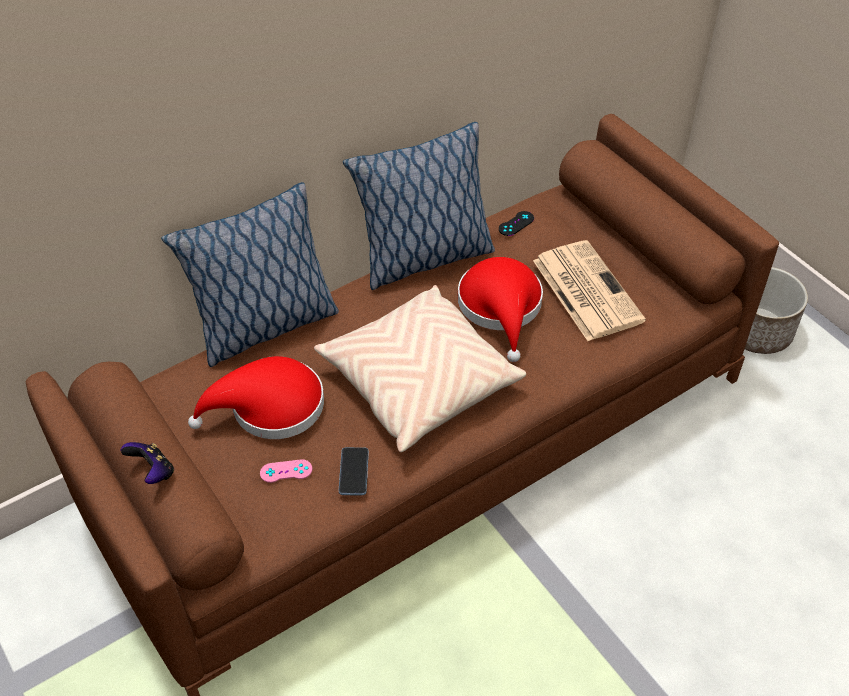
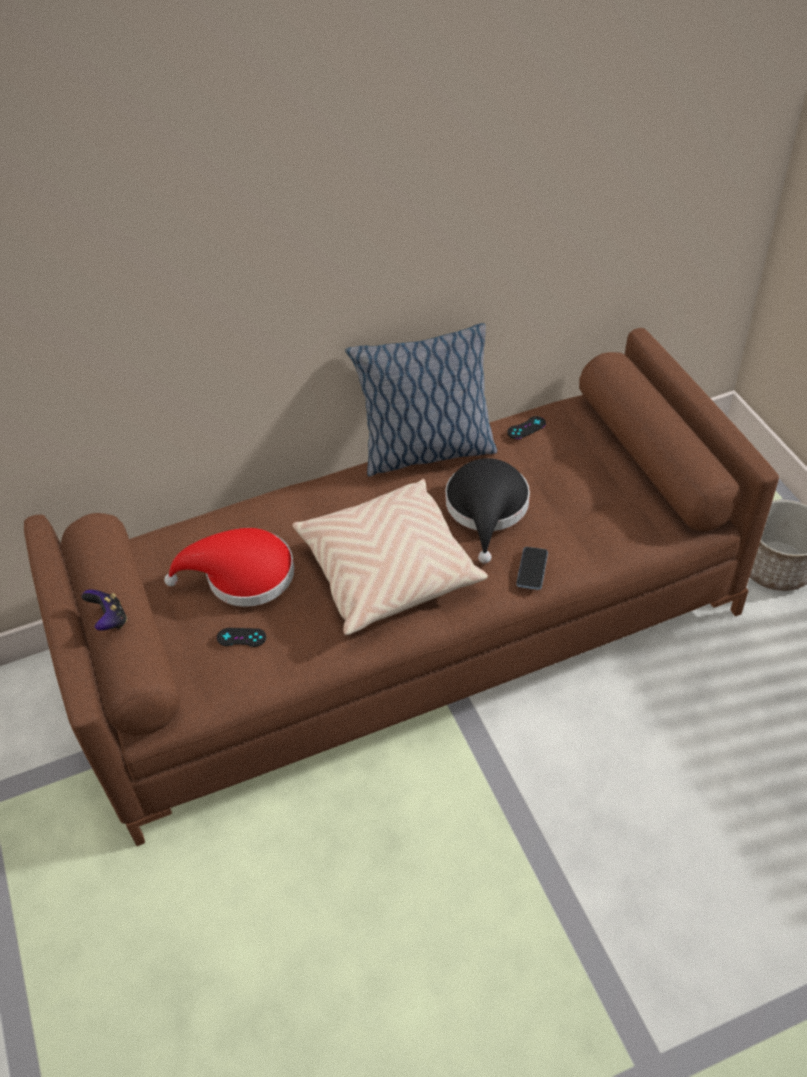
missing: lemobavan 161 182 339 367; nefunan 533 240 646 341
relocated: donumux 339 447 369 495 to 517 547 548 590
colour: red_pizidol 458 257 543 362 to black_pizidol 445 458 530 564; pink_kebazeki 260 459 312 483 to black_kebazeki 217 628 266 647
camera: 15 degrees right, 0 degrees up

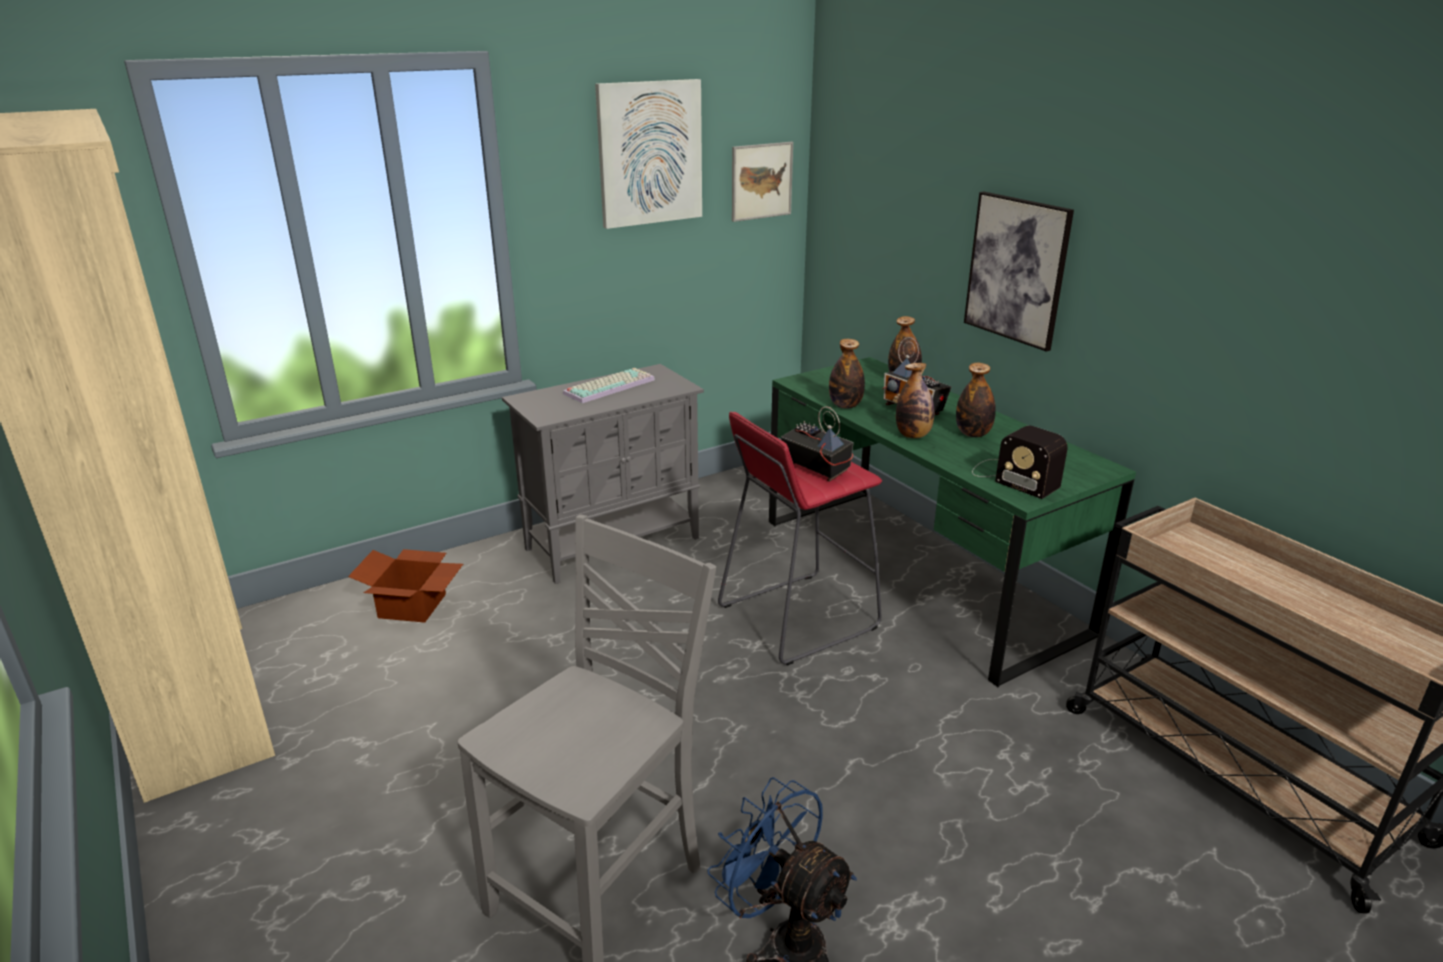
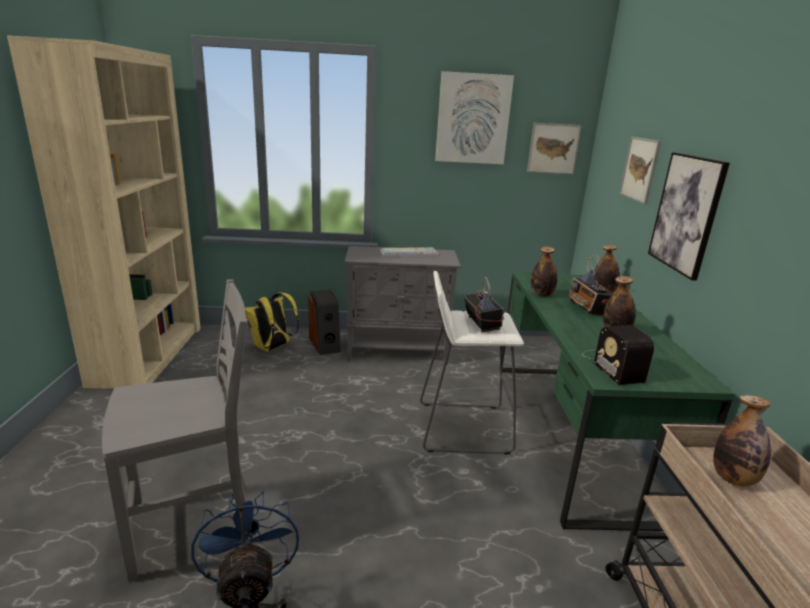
appeared: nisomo 619 137 662 204; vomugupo 308 290 341 355
relocated: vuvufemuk 896 363 934 438 to 713 395 771 486
exchanged: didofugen 348 549 463 623 to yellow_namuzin 245 292 299 352
colour: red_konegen 718 412 882 666 to white_konegen 420 271 524 455
camera: 30 degrees right, 5 degrees down

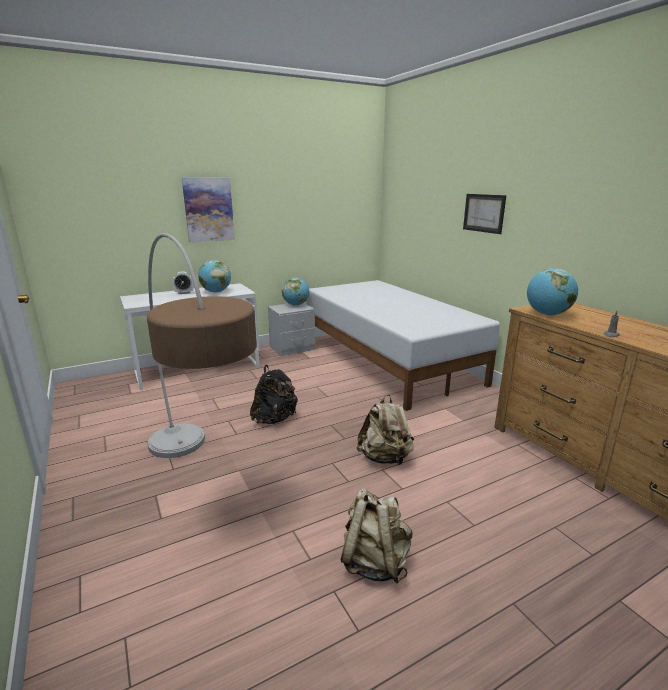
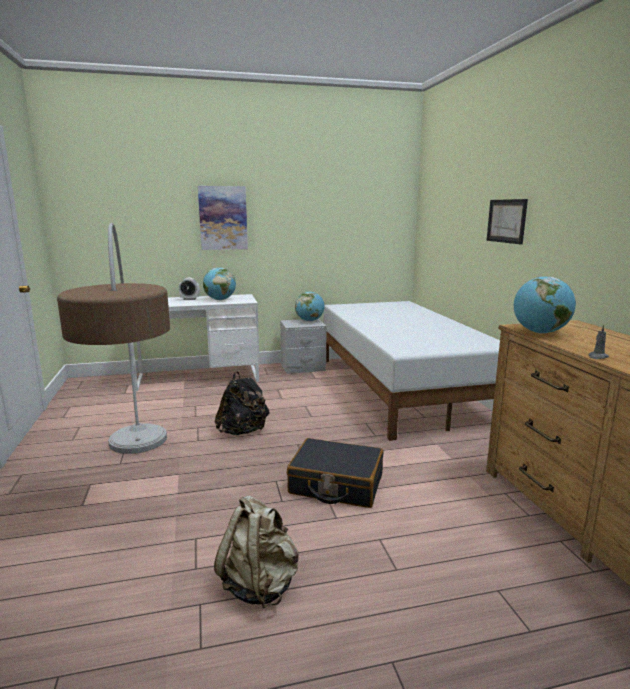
exchanged: beige_namuzin 357 395 414 465 to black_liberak 287 438 383 508
camera: 15 degrees right, 5 degrees down

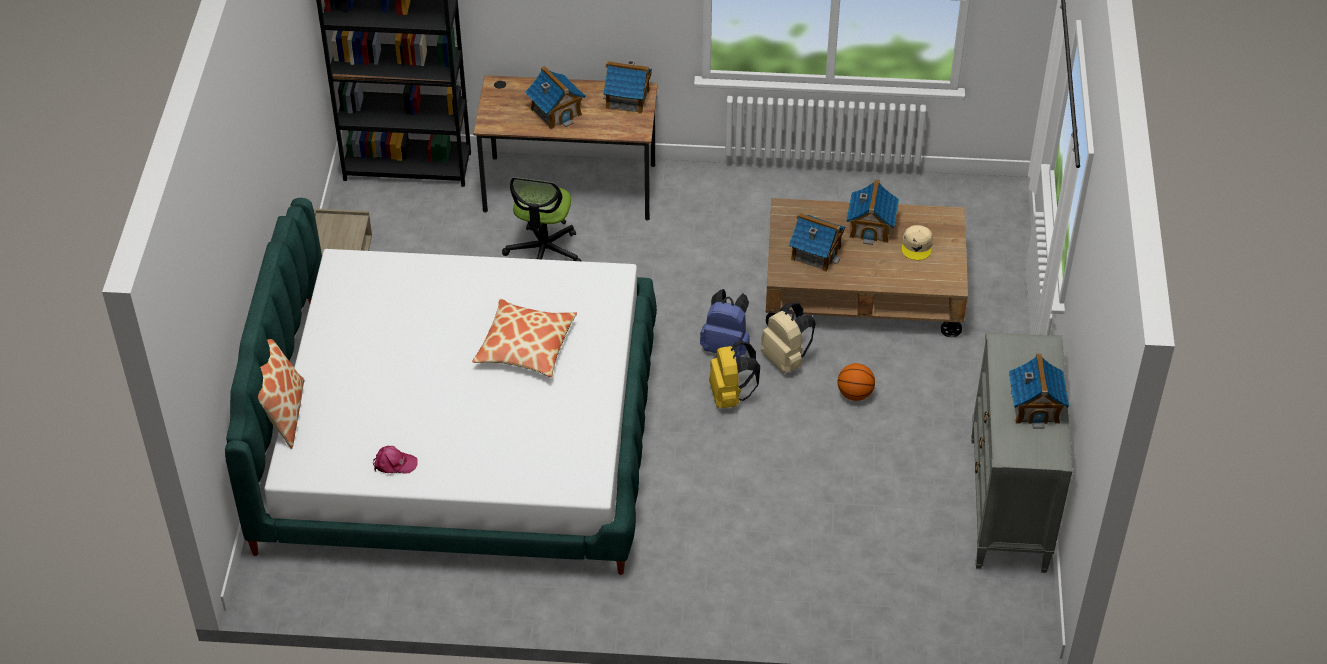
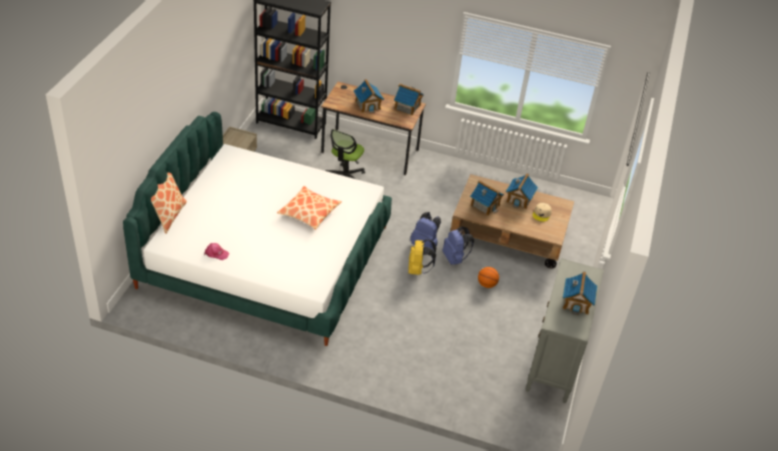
colour: beige_namuzin 761 303 816 373 to blue_namuzin 442 226 474 265
camera: 10 degrees right, 5 degrees down

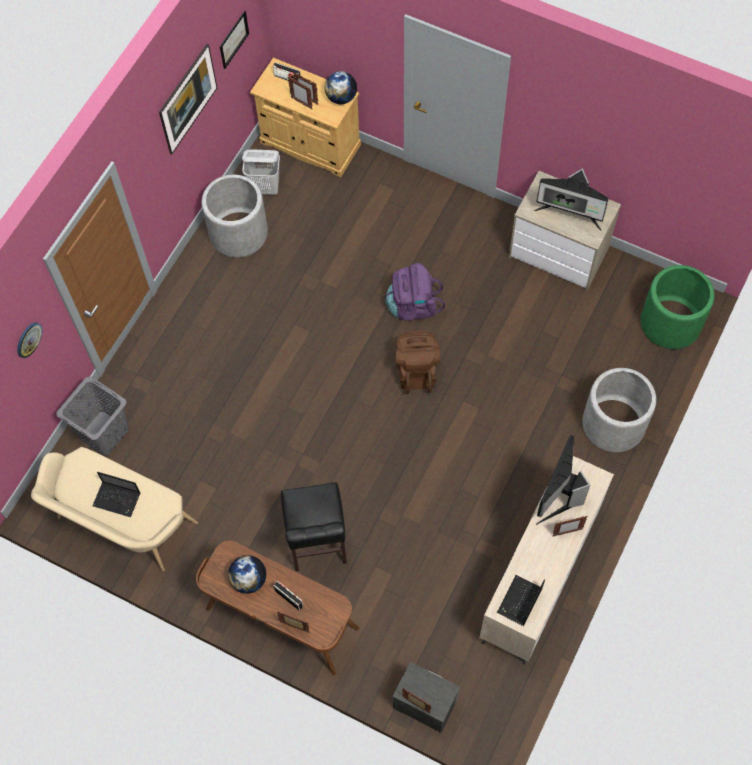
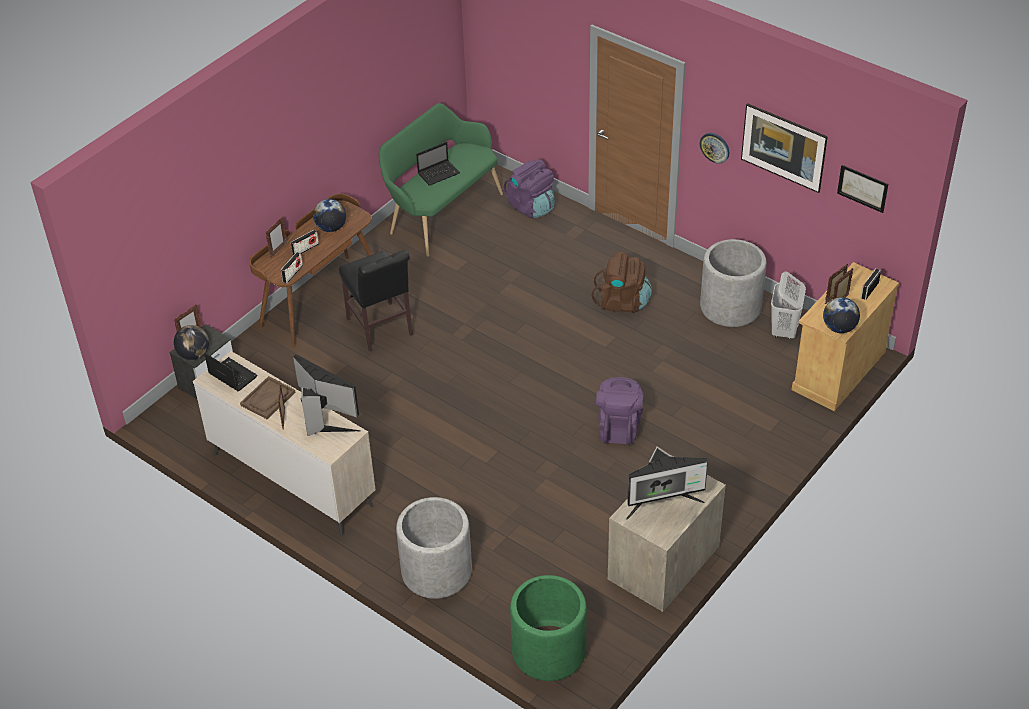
appeared: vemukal 281 252 303 283; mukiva 174 325 209 360; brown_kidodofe 240 376 295 419
relocated: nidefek 17 323 42 358 to 700 133 729 164; brown_namuzin 396 331 440 394 to 592 252 652 313
exchanged: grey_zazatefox 56 377 129 456 to purple_namuzin 504 159 555 218
colour: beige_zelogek 31 447 198 572 to green_zelogek 379 103 503 257
spun: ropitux 534 168 609 231 = 626 446 708 520 135 degrees counterclockwise; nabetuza 93 472 140 517 = 416 142 460 186 150 degrees counterclockwise; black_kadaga 281 482 347 571 = 339 250 413 351 120 degrees counterclockwise
camera: 100 degrees right, 20 degrees down

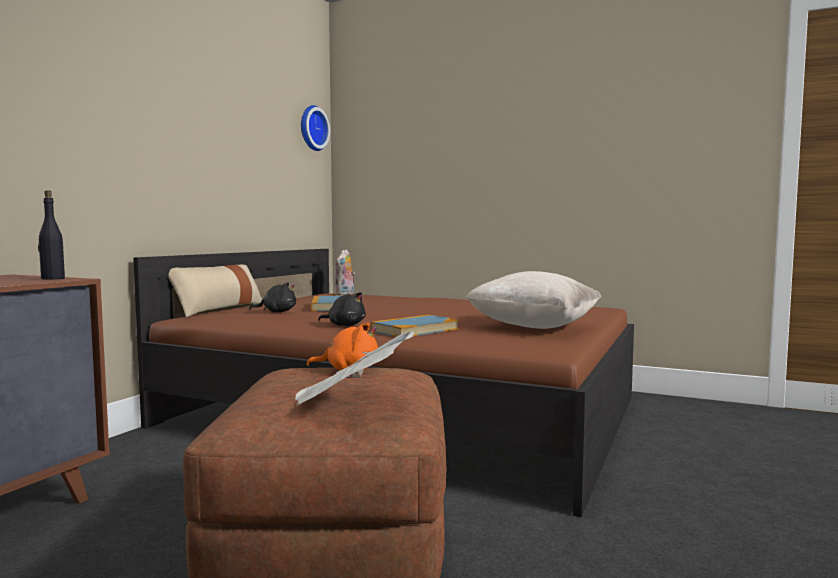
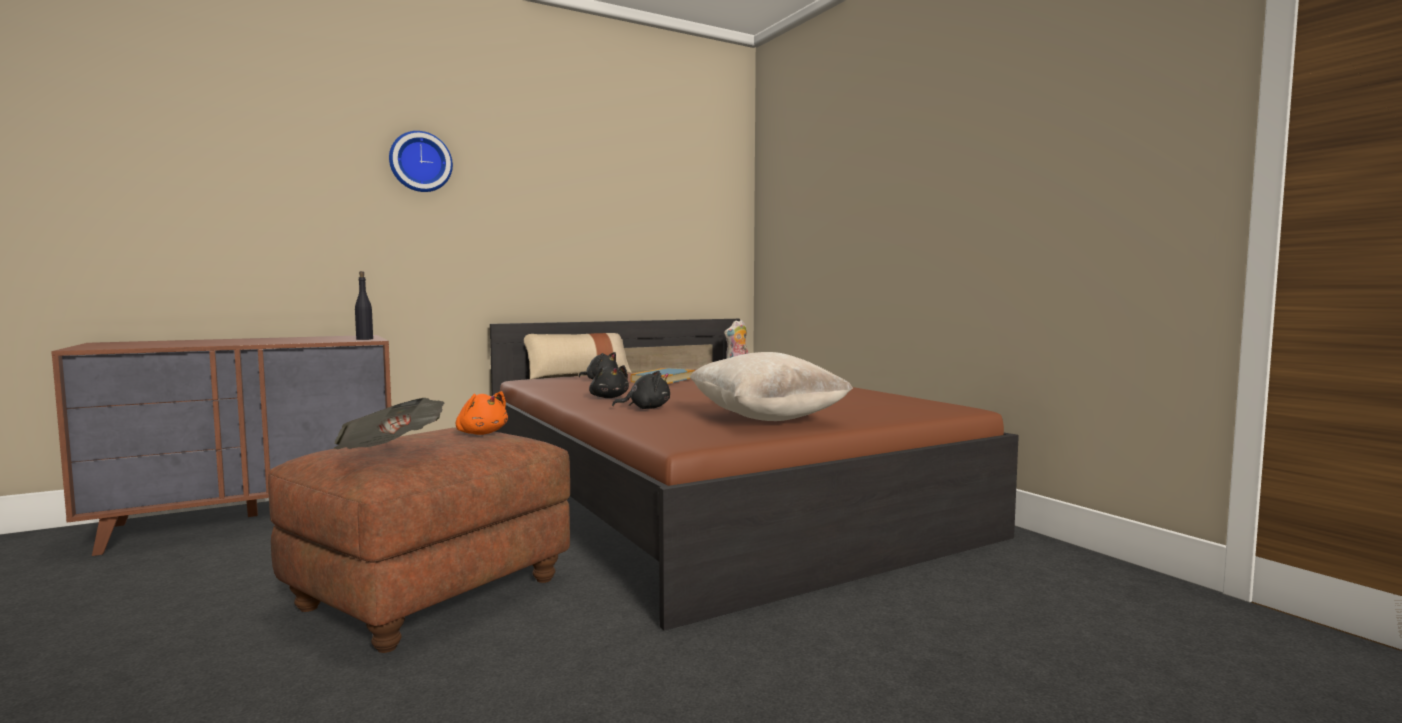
relocated: nidefek 301 105 330 151 to 389 131 453 192
exchanged: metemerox 371 315 459 337 to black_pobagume 612 371 670 409
camera: 35 degrees right, 0 degrees up

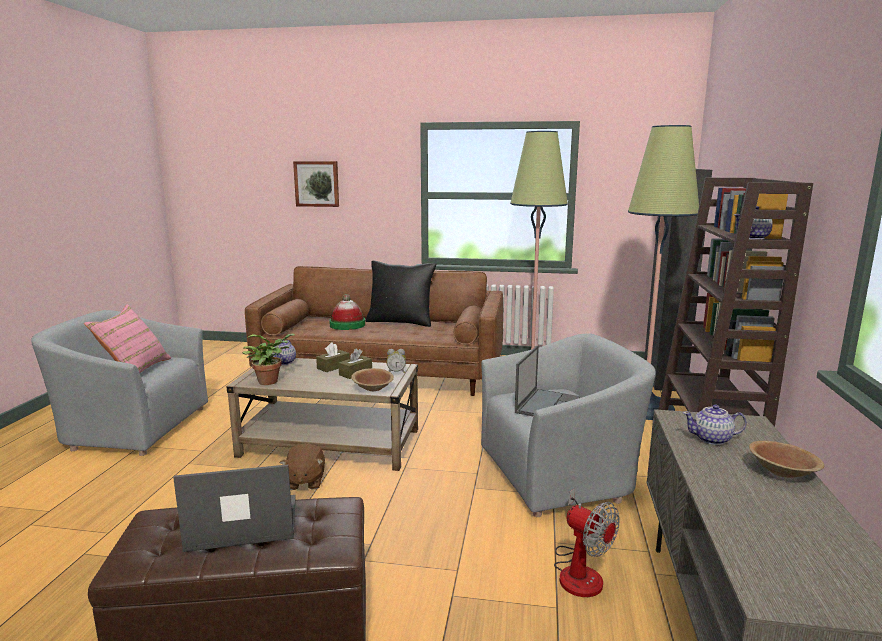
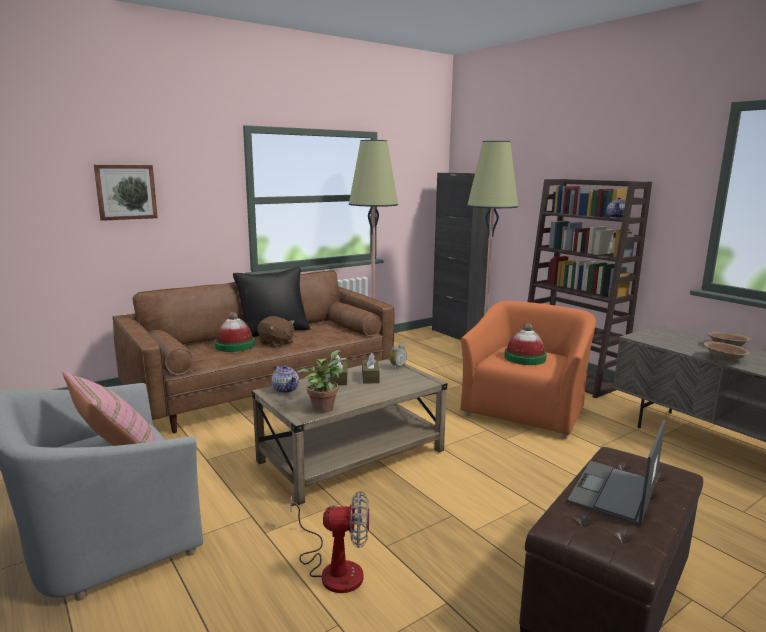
missing: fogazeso 683 405 747 445
relocated: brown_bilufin 351 368 394 391 to 704 341 750 361; brown_pobagume 280 443 325 490 to 257 316 295 348; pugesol 554 489 619 597 to 290 491 369 593
exchanged: nabetuza 515 345 580 416 to pizidol 504 323 547 365
colour: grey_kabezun 481 333 656 517 to orange_kabezun 460 301 596 439
camera: 45 degrees left, 0 degrees up

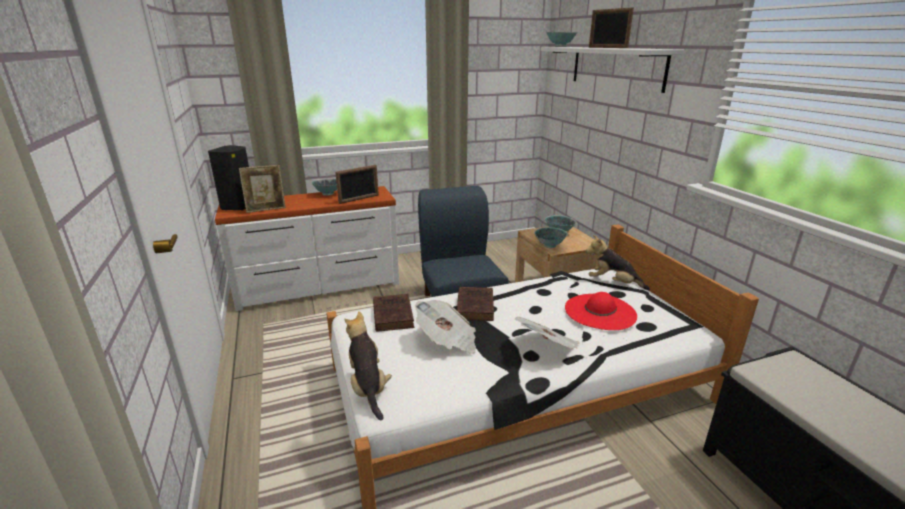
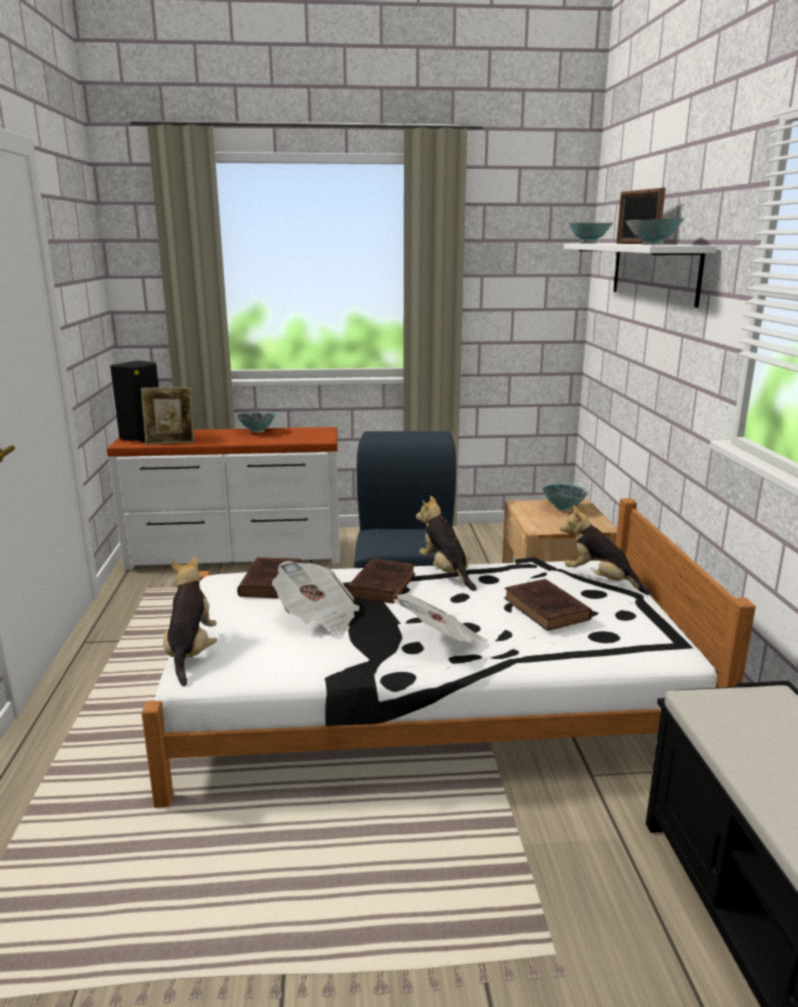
missing: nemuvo 335 165 379 204
appeared: pobagume 416 496 477 591
relocated: bilufin 534 227 568 249 to 625 218 684 245
exchanged: red_pizidol 565 292 637 330 to brown_metemerox 504 579 592 631
camera: 15 degrees right, 5 degrees down

